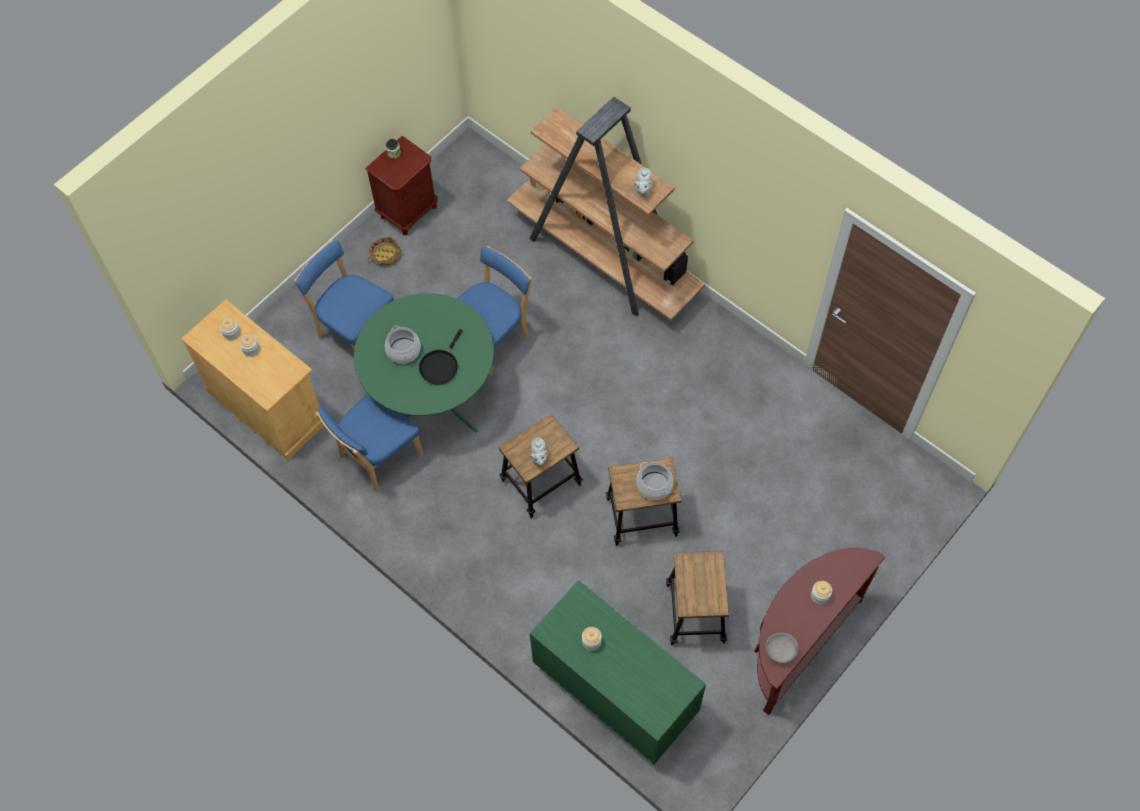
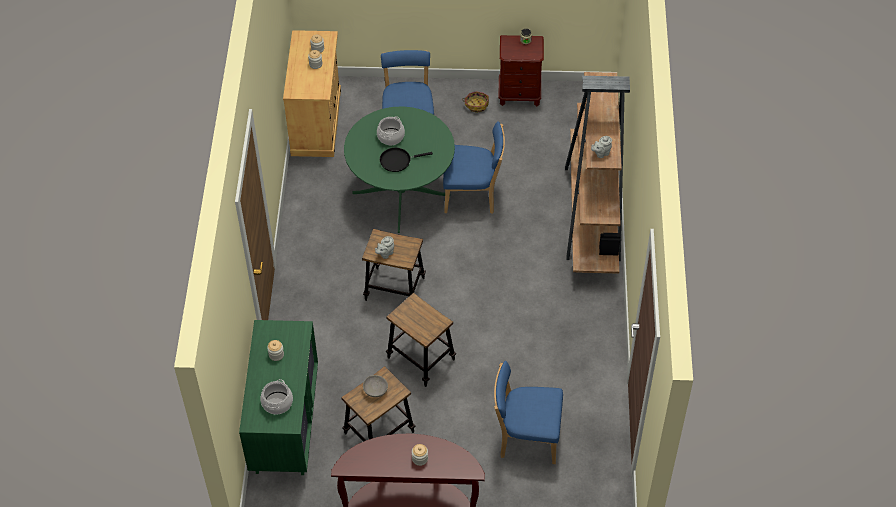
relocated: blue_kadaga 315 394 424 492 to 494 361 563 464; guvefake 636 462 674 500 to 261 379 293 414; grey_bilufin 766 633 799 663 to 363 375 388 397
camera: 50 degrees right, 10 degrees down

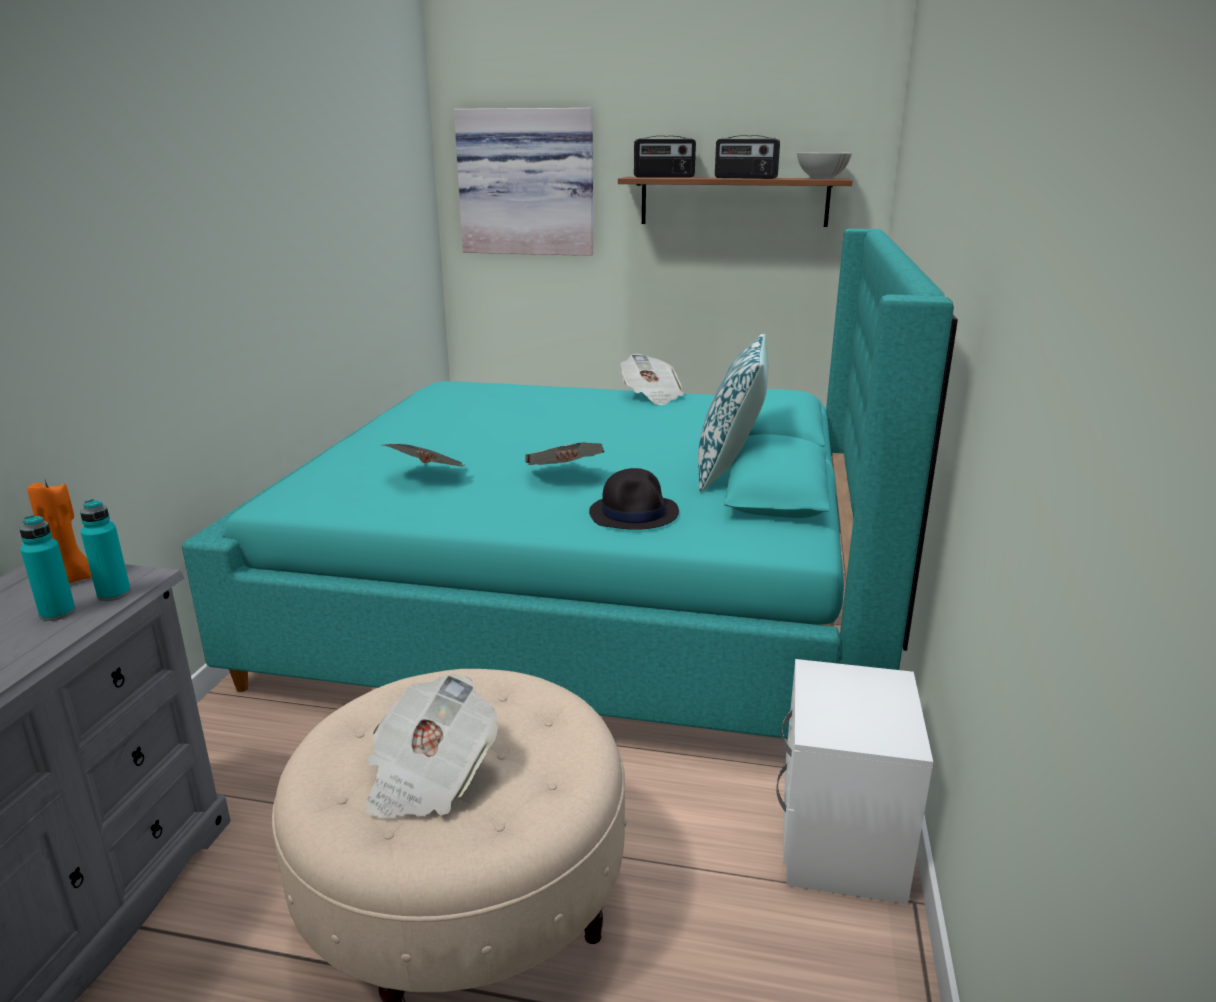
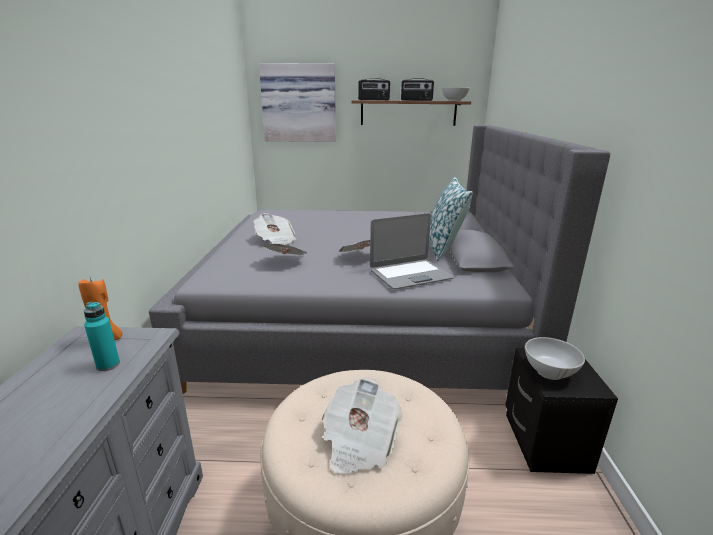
missing: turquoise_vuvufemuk 80 499 131 601
appeared: white_bilufin 525 337 585 380
relocated: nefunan 620 354 684 405 to 254 213 297 245
exchanged: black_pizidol 589 468 679 530 to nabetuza 370 213 454 289
colour: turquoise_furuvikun 182 229 958 739 to grey_furuvikun 149 125 610 394; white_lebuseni 776 659 933 905 to black_lebuseni 505 348 618 474
camera: 10 degrees left, 0 degrees up

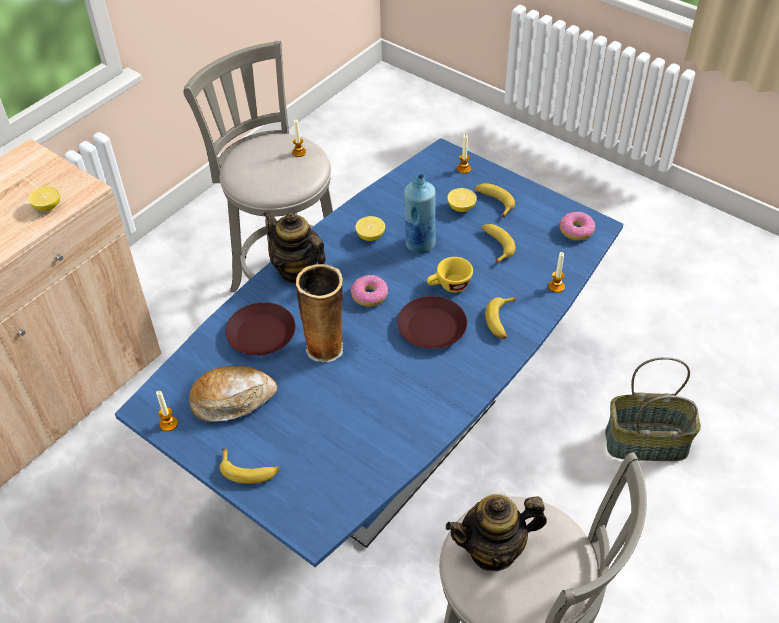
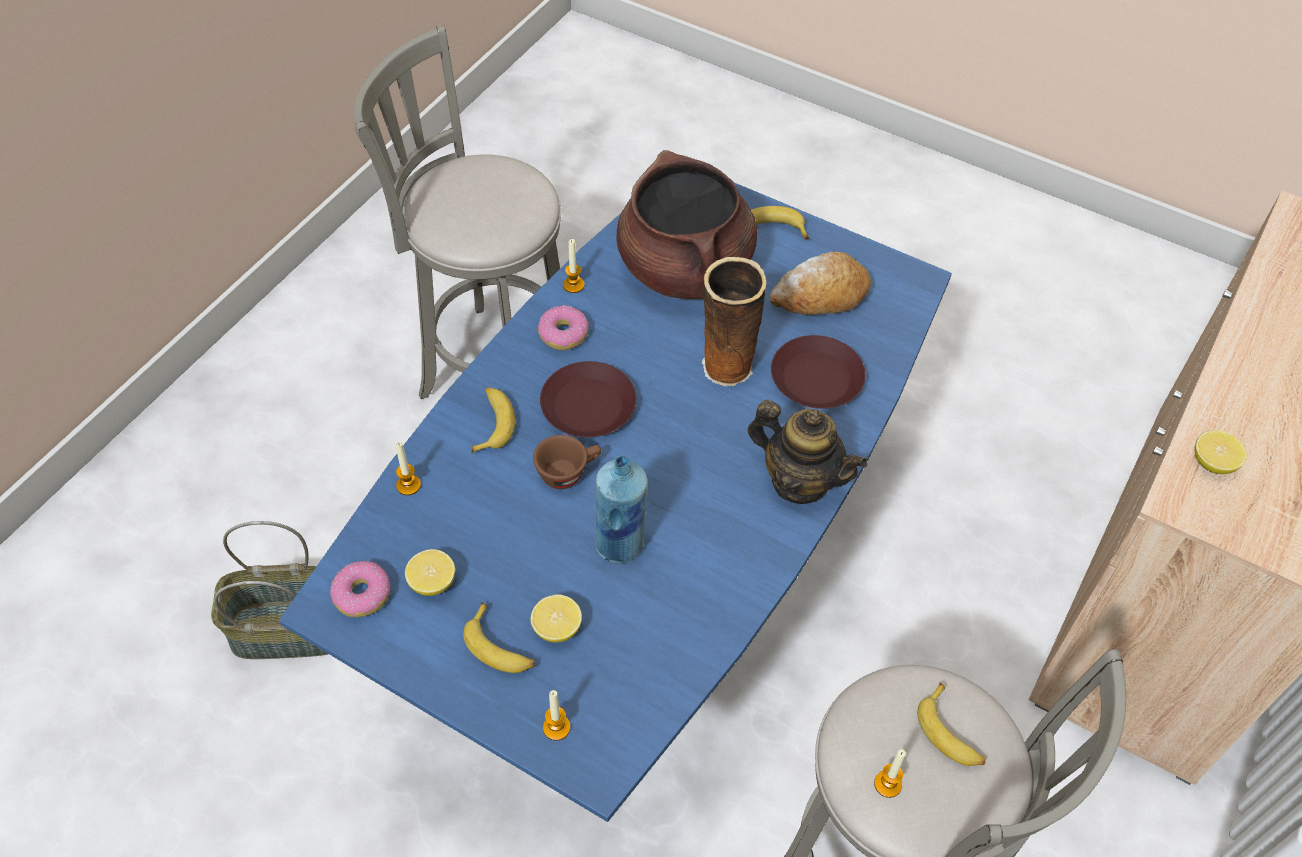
missing: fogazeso 446 494 547 571
appeared: brown_guvefake 617 150 757 299
relocated: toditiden 356 216 385 241 to 405 549 455 596; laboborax 482 224 516 263 to 917 682 986 766; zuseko 351 275 388 307 to 538 305 589 350; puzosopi 156 391 178 431 to 563 239 584 293
colour: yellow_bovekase 427 257 473 293 to brown_bovekase 533 435 601 489
camera: 170 degrees right, 5 degrees up

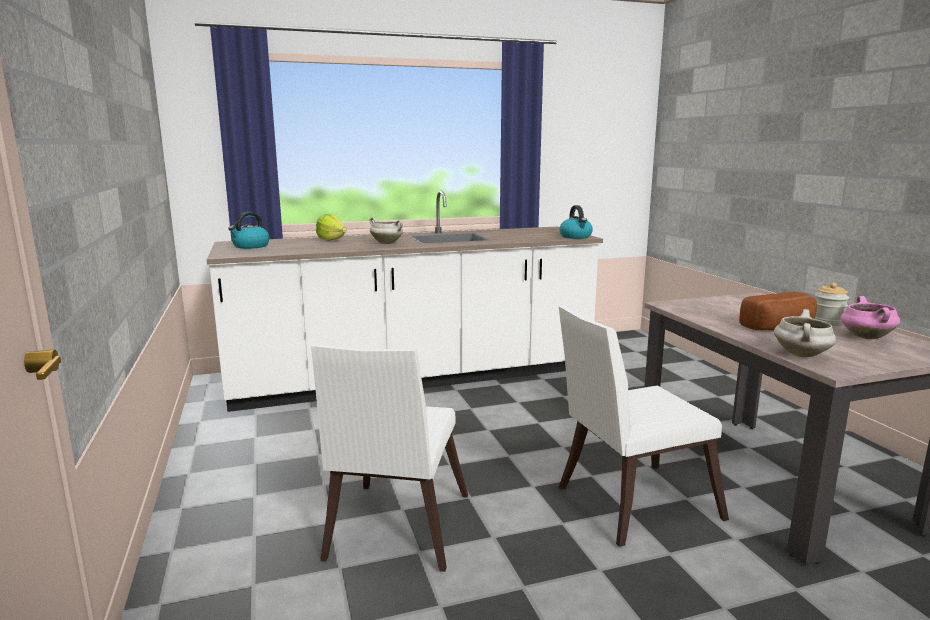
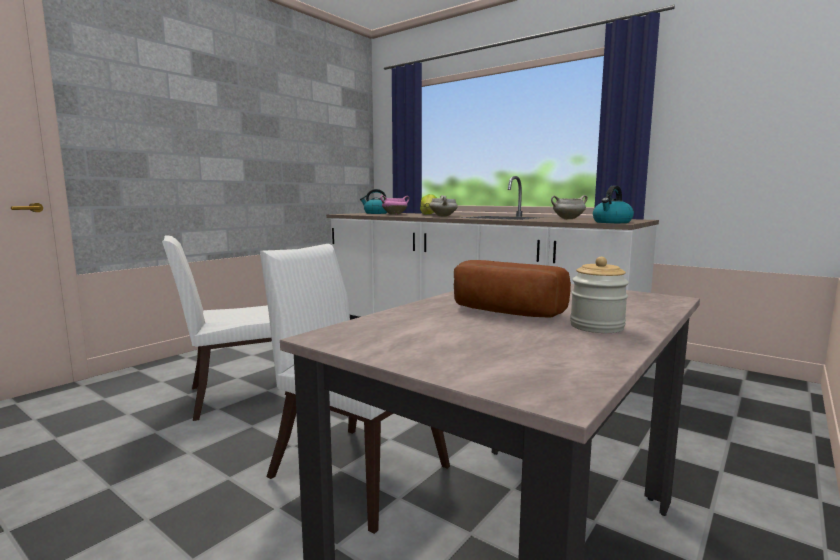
relocated: pink_guvefake 840 296 900 339 to 380 195 409 215; white_guvefake 774 309 836 357 to 551 195 588 219
camera: 55 degrees right, 5 degrees down

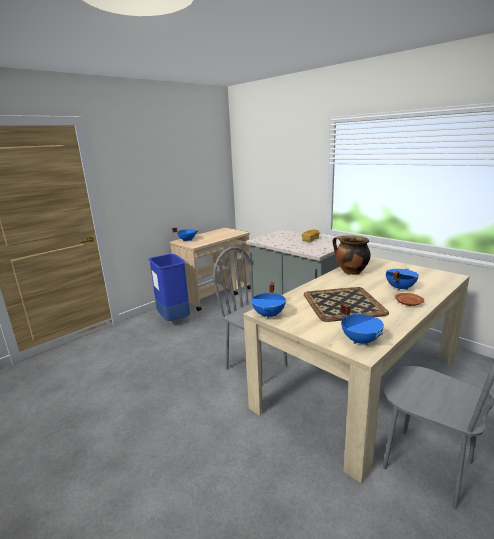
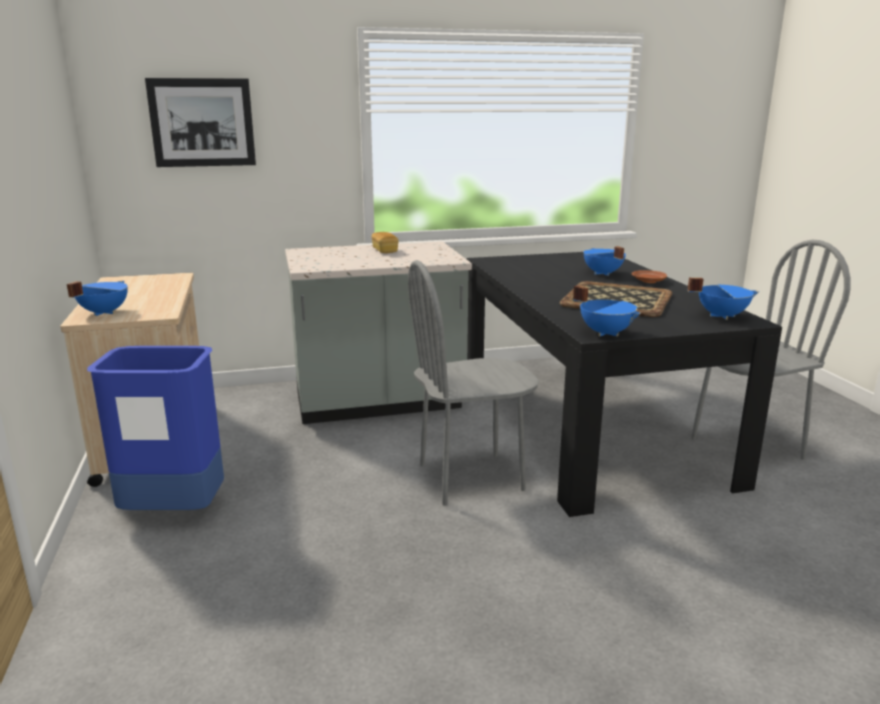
missing: guvefake 333 235 371 275
appeared: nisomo 145 78 256 167
colour: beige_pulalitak 244 257 470 483 to black_pulalitak 467 252 782 517
camera: 60 degrees left, 0 degrees up

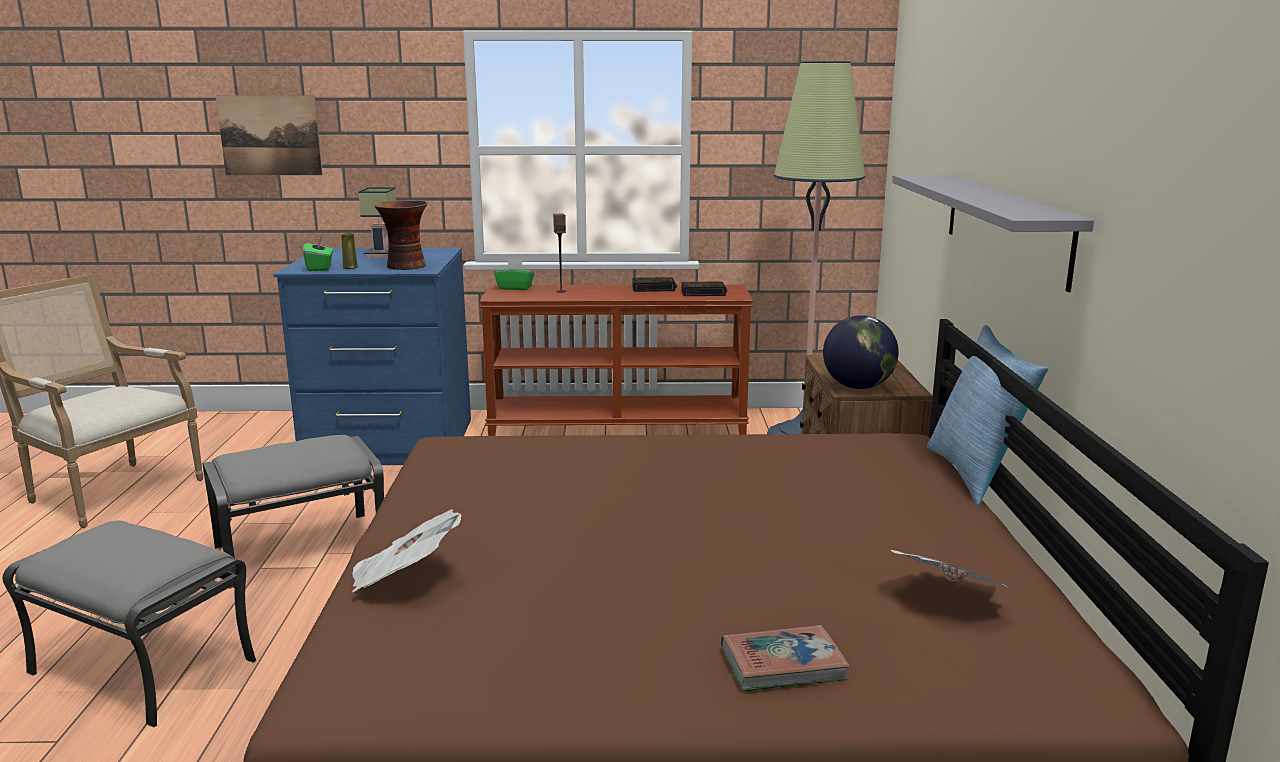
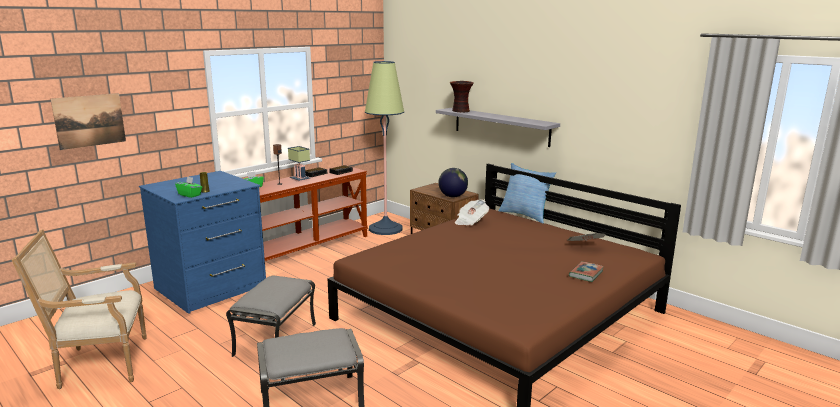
relocated: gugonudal 358 187 396 258 to 288 146 310 182; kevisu 374 200 428 270 to 450 81 474 112; nefunan 352 509 461 593 to 455 199 489 226
camera: 45 degrees left, 0 degrees up

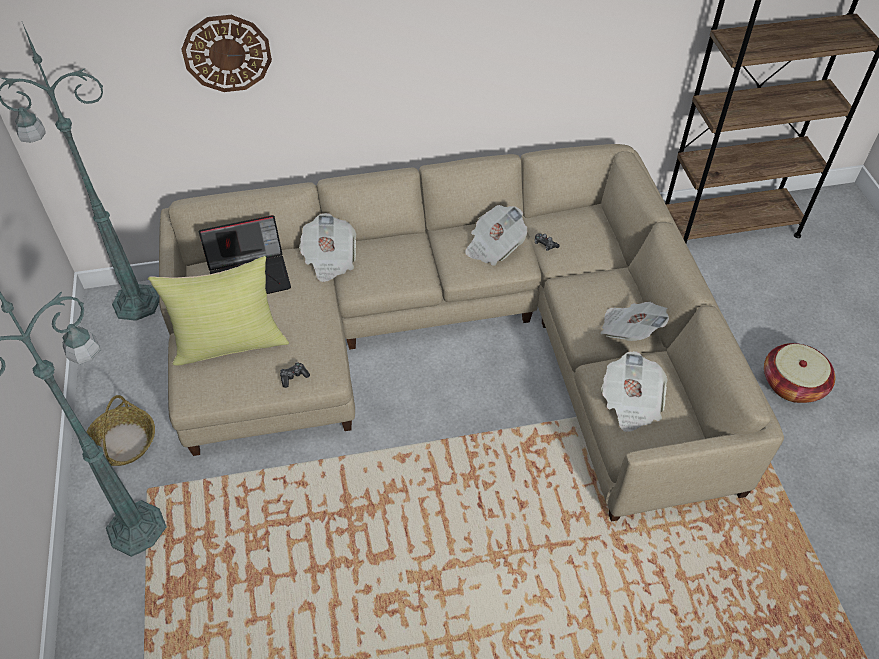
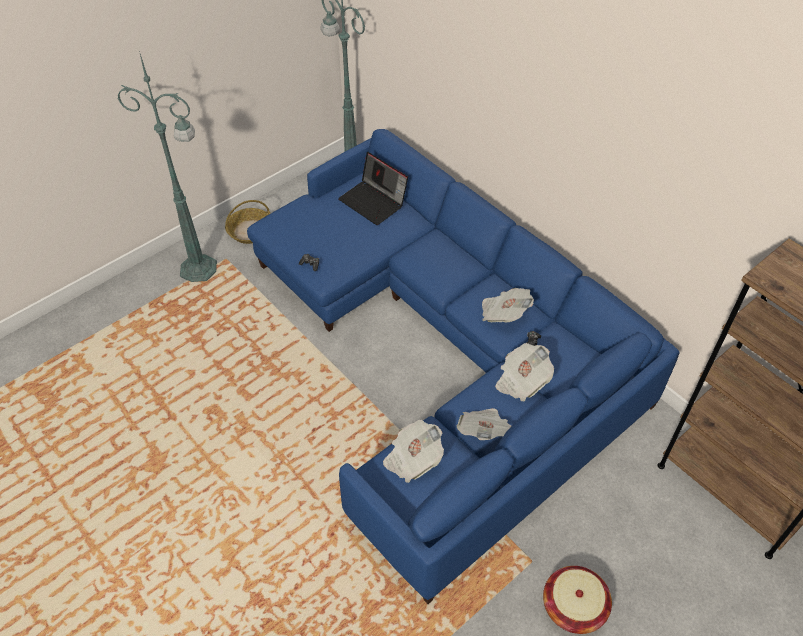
missing: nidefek 181 15 272 92; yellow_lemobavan 148 256 289 366
relocated: nefunan 299 213 356 282 to 495 343 554 402
colour: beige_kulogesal 159 144 784 522 to blue_kulogesal 247 129 680 604
camera: 60 degrees right, 0 degrees up

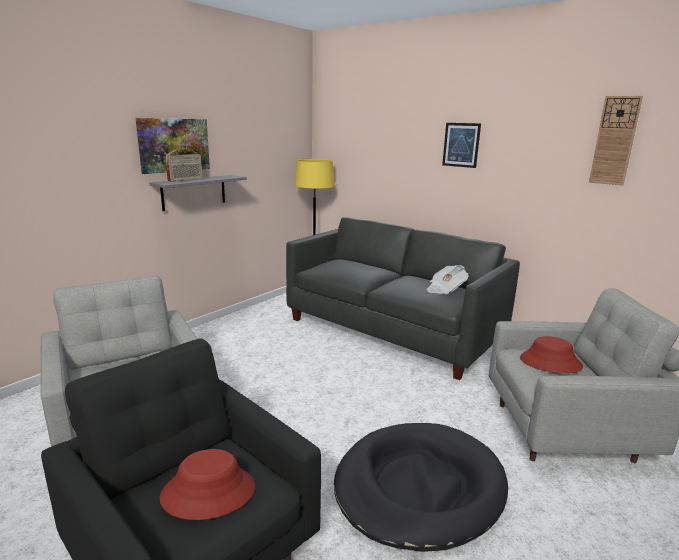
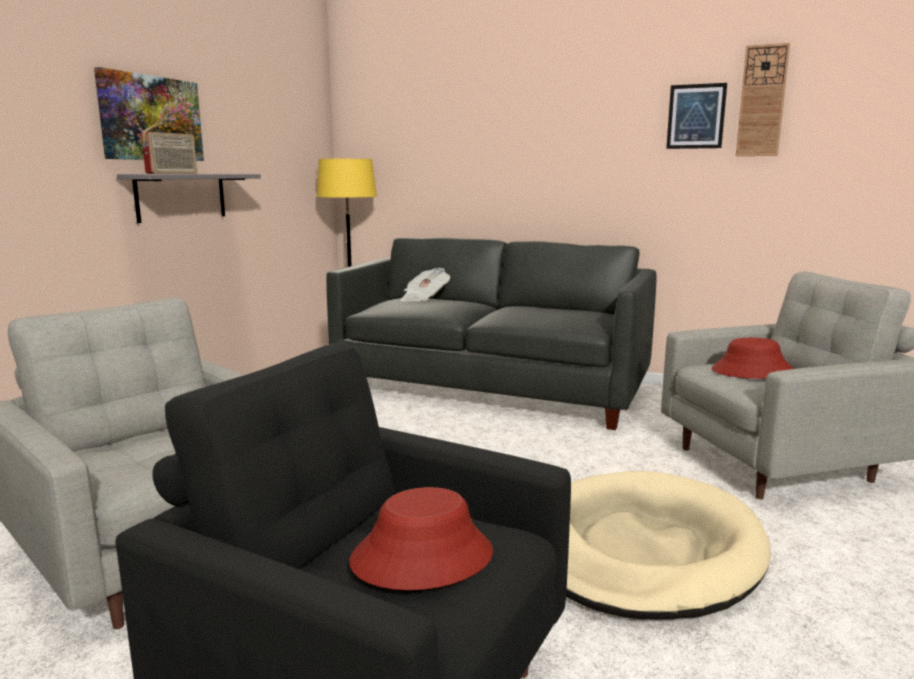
relocated: nisomo 442 123 481 168 to 666 83 727 149; nefunan 426 265 469 295 to 400 268 450 302
colour: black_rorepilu 334 423 508 552 to beige_rorepilu 566 471 771 620
camera: 15 degrees left, 5 degrees down

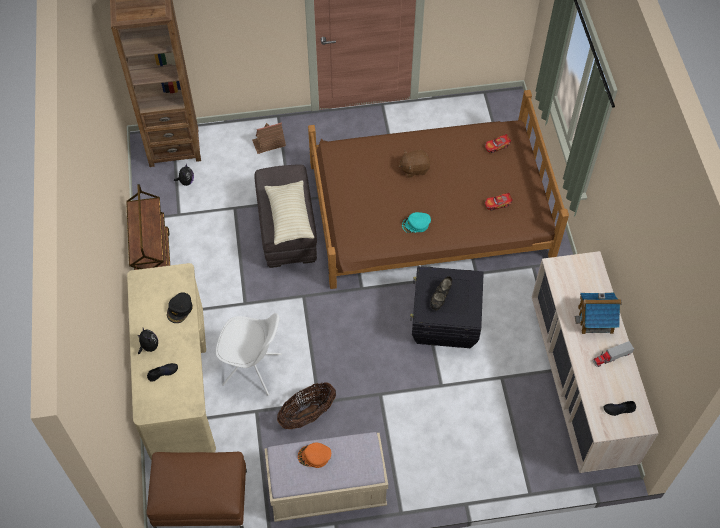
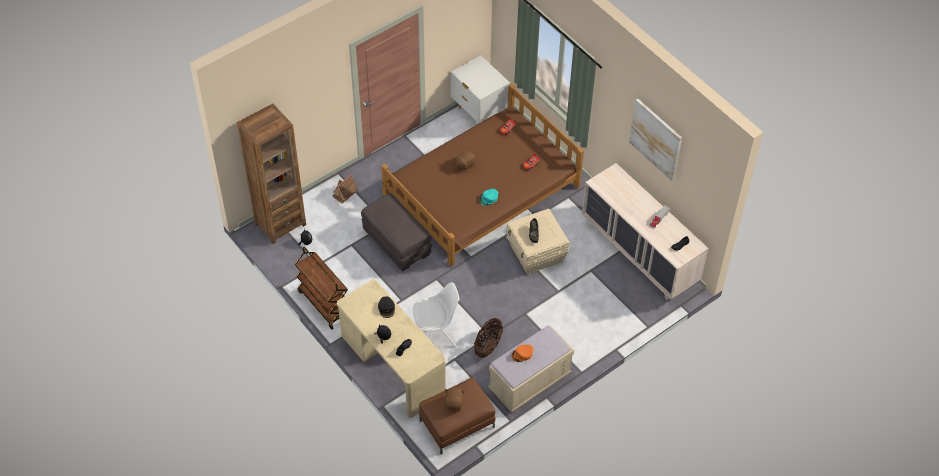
missing: beige_lemobavan 265 181 314 245; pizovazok 575 292 622 334
appeared: white_lebuseni 451 55 510 123; nisomo 629 98 682 181; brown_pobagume 444 387 465 411
colour: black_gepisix 410 266 484 348 to beige_gepisix 507 209 569 275
camera: 30 degrees left, 5 degrees down

